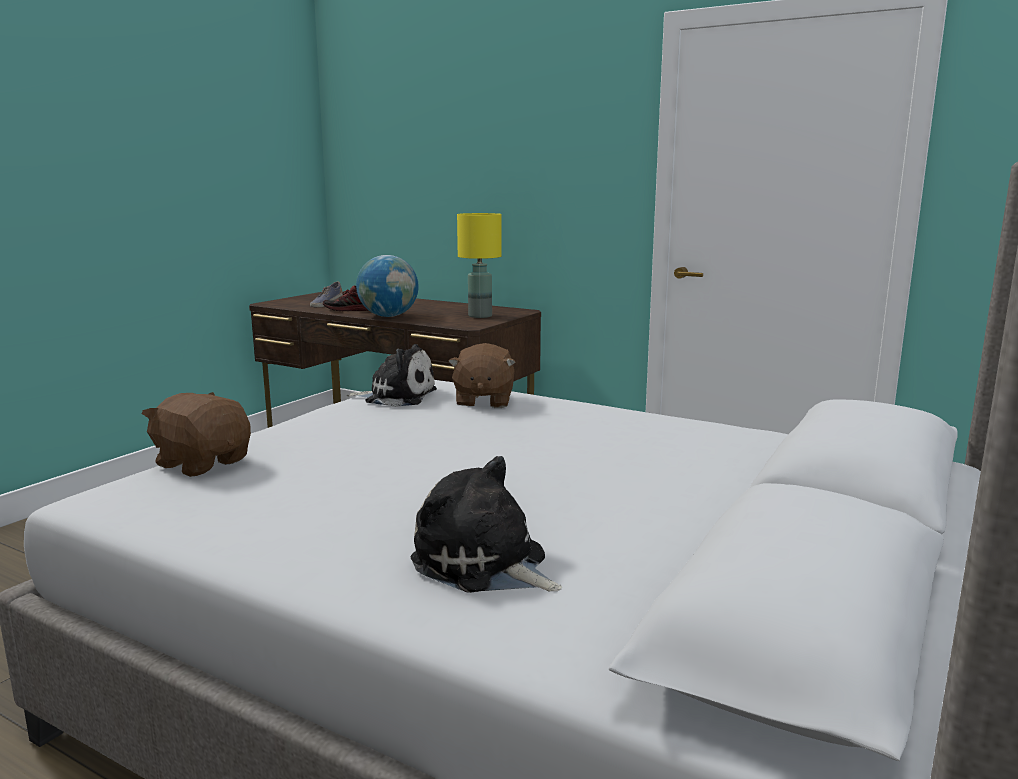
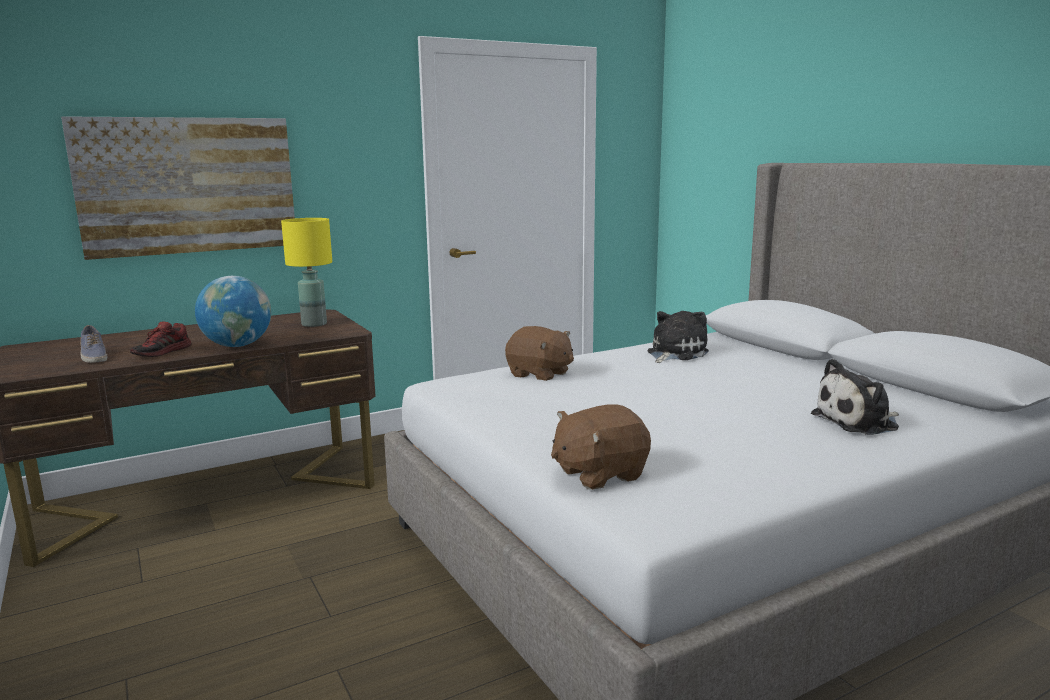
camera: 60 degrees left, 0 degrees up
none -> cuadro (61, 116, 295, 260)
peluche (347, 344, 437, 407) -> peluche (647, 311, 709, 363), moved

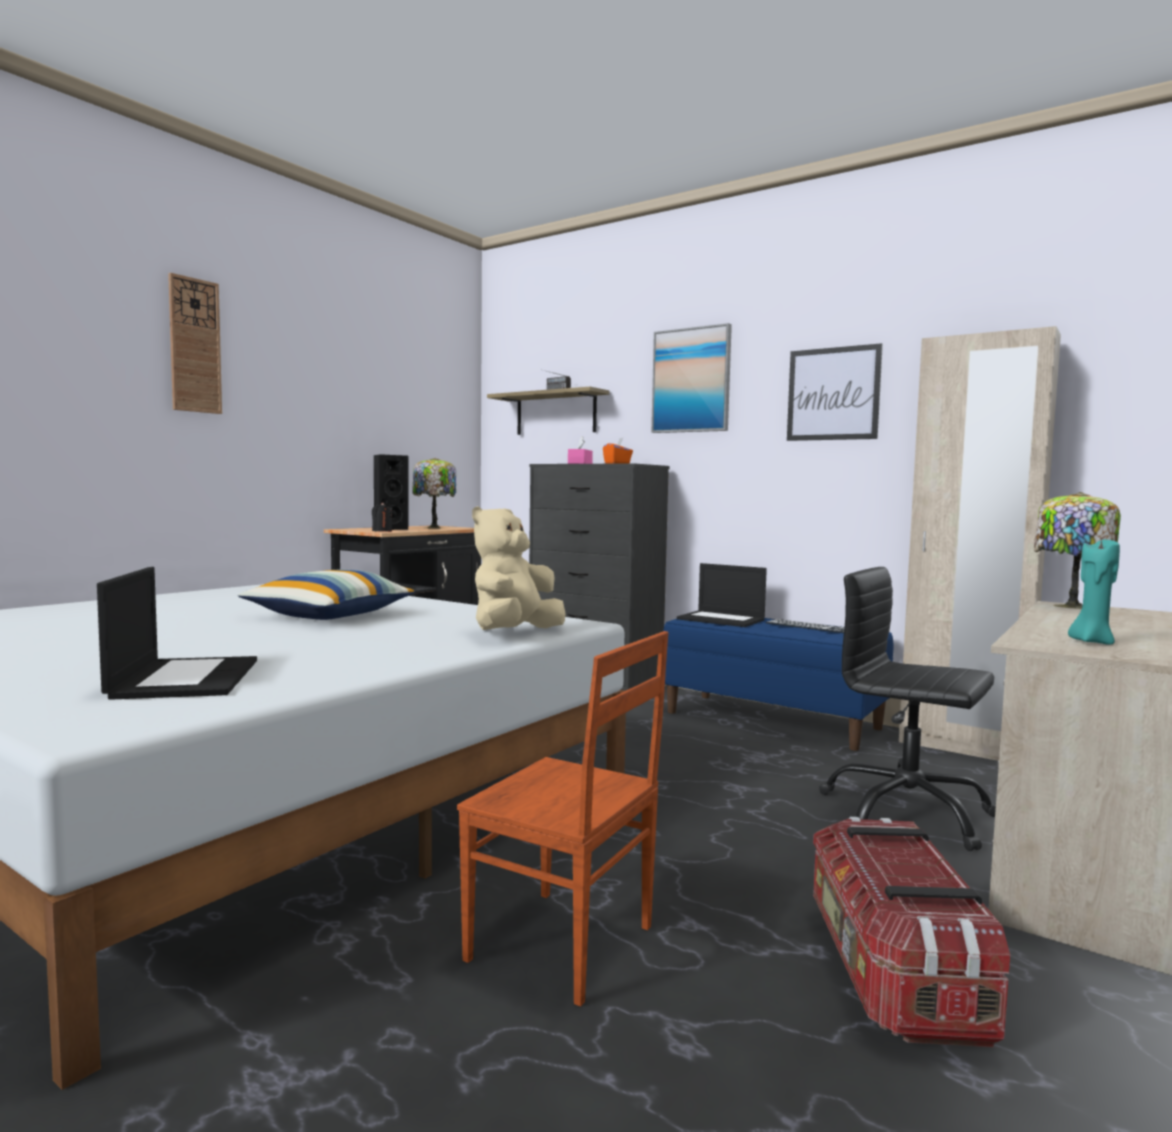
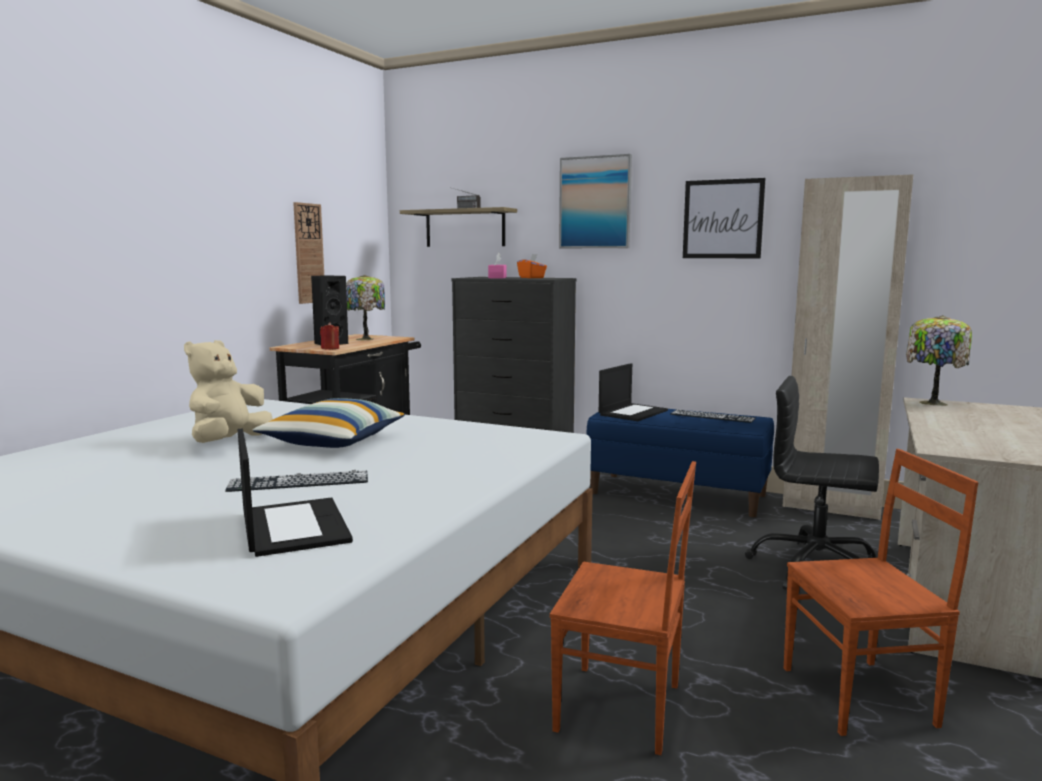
camera: 10 degrees left, 5 degrees up
peluche/beis (472, 506, 566, 630) -> peluche/beis (184, 340, 273, 443), moved
none -> teclado (225, 470, 368, 492)
reloj de pared (168, 273, 222, 414) -> reloj de pared (293, 202, 324, 304), moved
vela/negro (372, 503, 392, 532) -> vela/rojo (320, 322, 339, 349)
portátil (677, 563, 767, 627) -> portátil (599, 363, 668, 421), 75 degrees counterclockwise
caja de almacenaje (813, 817, 1010, 1047) -> silla/marrón (784, 449, 979, 736)
vela/turquesa (1068, 538, 1120, 645) -> none

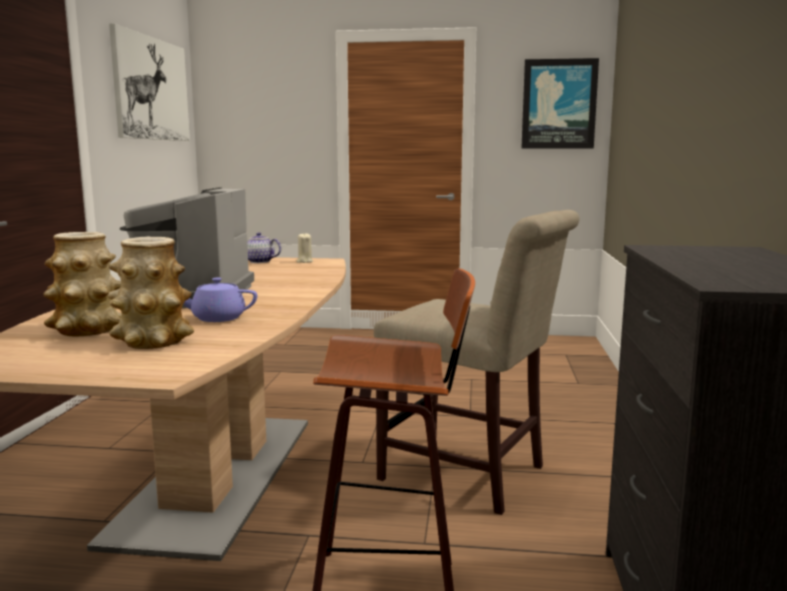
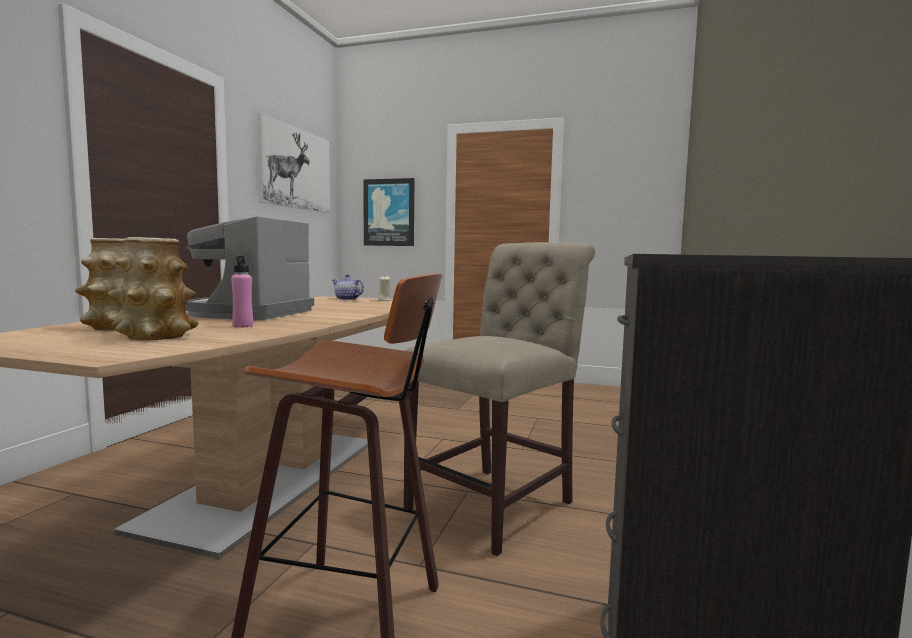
camera: 10 degrees right, 5 degrees down
tetera/morado (184, 278, 257, 322) -> botella/rosa (231, 256, 253, 327)
cuadro (521, 58, 599, 149) -> cuadro (364, 178, 415, 246), moved
silla/beis (374, 210, 580, 515) -> silla/beis (404, 242, 595, 556), 90 degrees counterclockwise

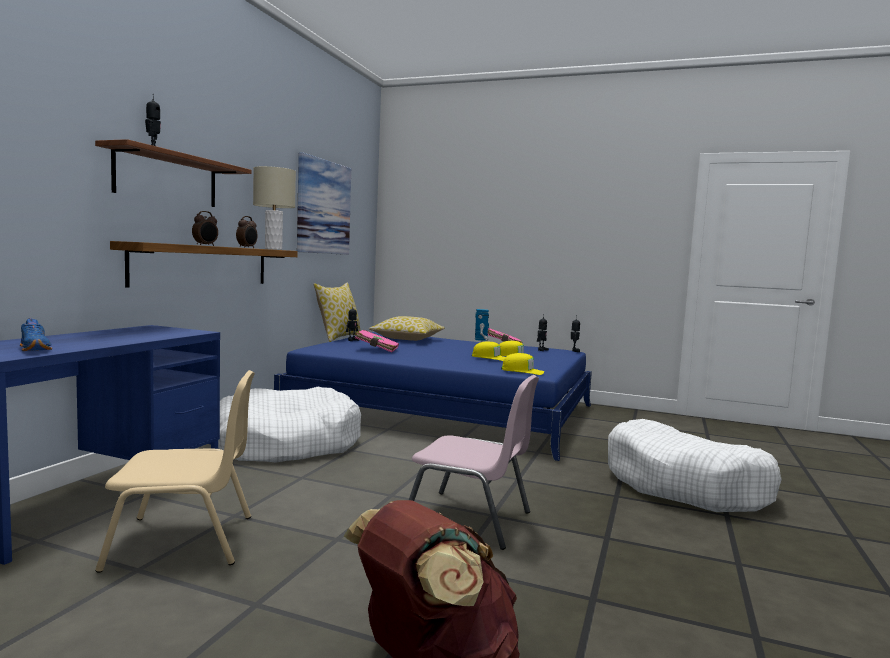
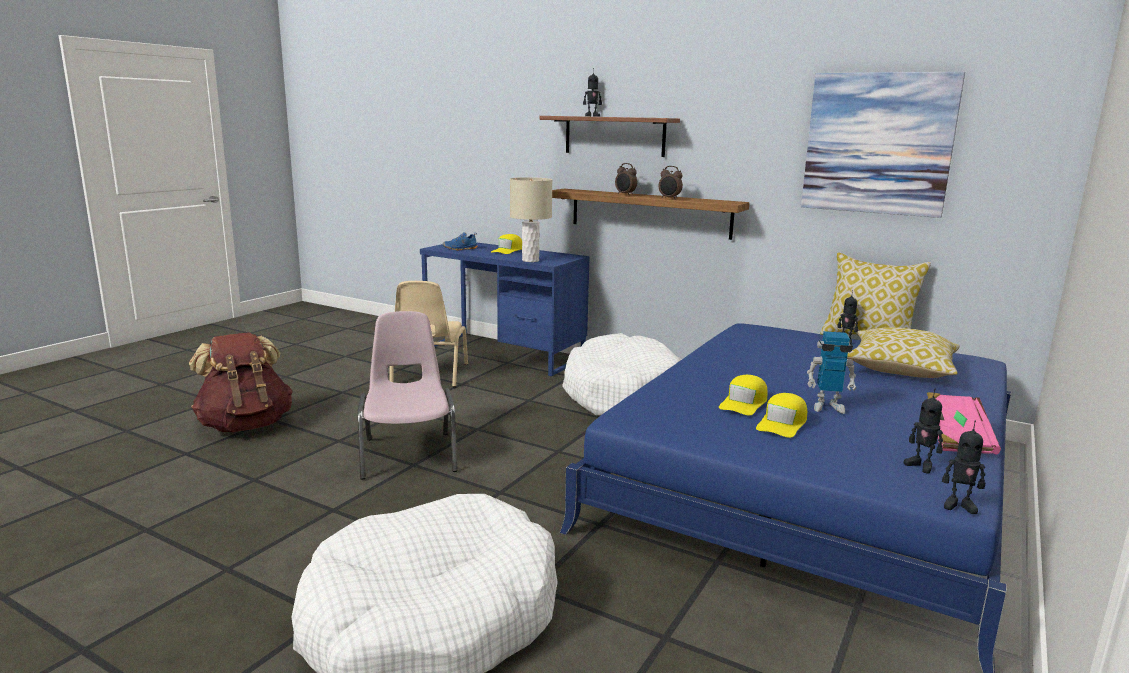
camera: 100 degrees right, 10 degrees up
silla/rosa (409, 375, 539, 550) -> silla/rosa (357, 311, 458, 480), 135 degrees clockwise
gorra/amarillo (502, 353, 545, 375) -> gorra/amarillo (491, 234, 522, 254), moved
lámpara de mesa/beis (253, 166, 296, 250) -> lámpara de mesa/beis (510, 177, 552, 262), moved
libro/rosa (355, 330, 399, 353) -> none

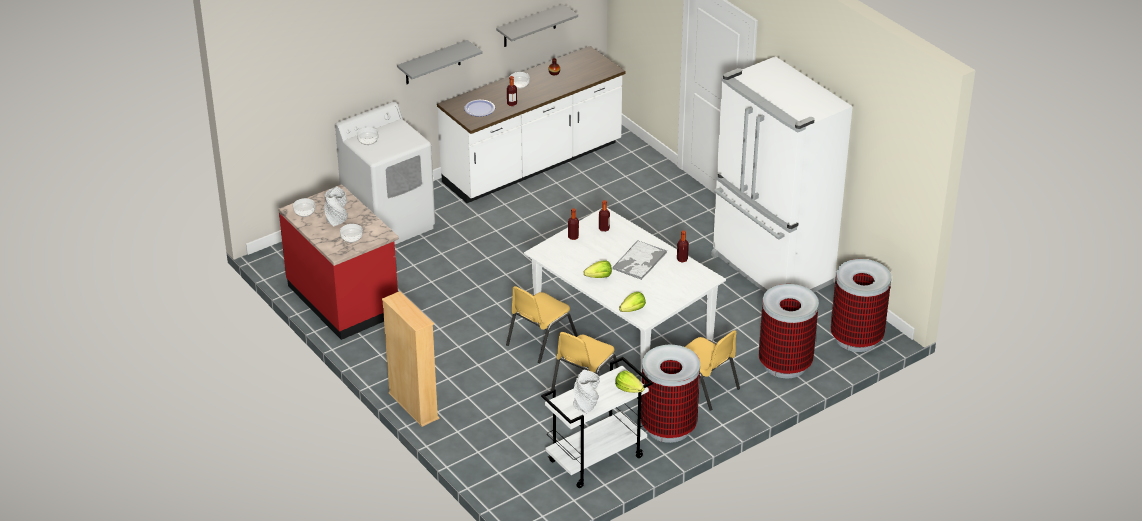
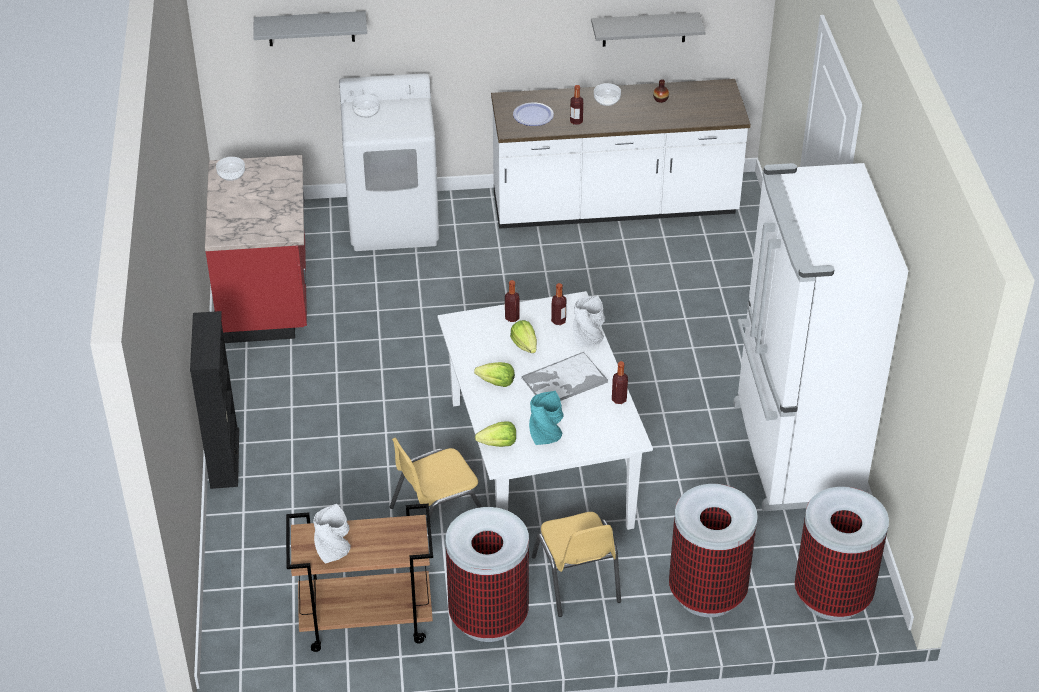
camera: 30 degrees right, 5 degrees up
estantería/beis (382, 291, 439, 427) -> estantería/negro (190, 311, 239, 489)
estante/gris (397, 40, 483, 84) -> estante/gris (253, 11, 367, 46), moved
carrito/blanco (541, 357, 653, 488) -> carrito/marrón (286, 504, 433, 652)
lechuga (615, 370, 644, 393) -> lechuga (510, 320, 537, 353), moved
none -> florero/turquesa (529, 391, 564, 445)
florero/gris (324, 186, 348, 226) -> florero/gris (573, 295, 605, 347), moved
cuenco (340, 224, 363, 243) -> none
silla/amarillo (506, 286, 578, 363) -> none

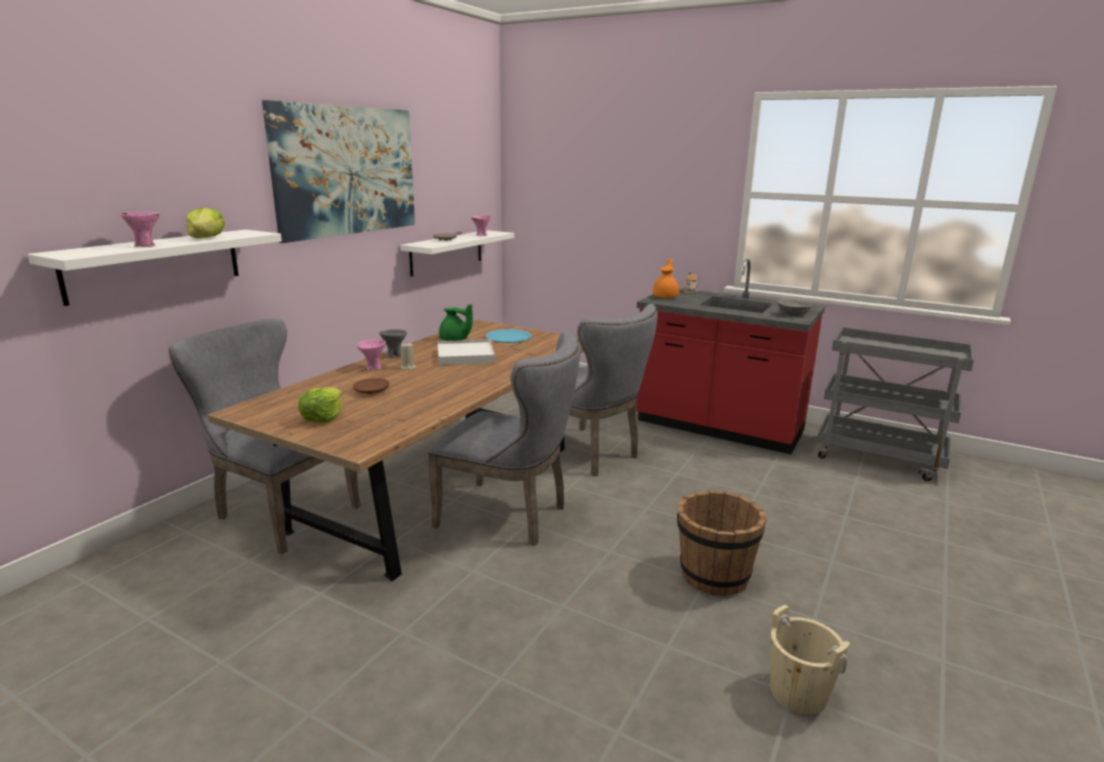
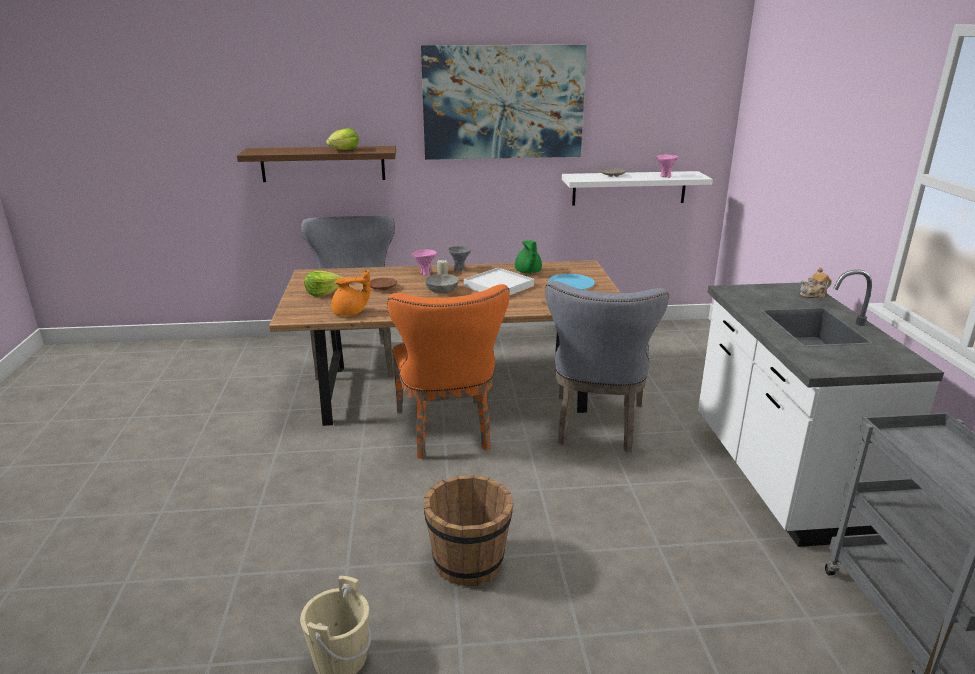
camera: 55 degrees right, 5 degrees up
estante/blanco (27, 230, 282, 306) -> estante/marrón (237, 146, 396, 182)
tetera/naranja (653, 259, 680, 298) -> tetera/naranja (331, 269, 371, 316), moved
silla/gris (428, 330, 580, 546) -> silla/naranja (387, 284, 510, 459)
cuenco/gris (778, 299, 812, 316) -> cuenco/gris (425, 274, 459, 293), moved
mueble bajo de cocina/rojo (636, 259, 825, 454) -> mueble bajo de cocina/blanco (698, 270, 944, 547)
cuenco/rosa (120, 212, 160, 247) -> none

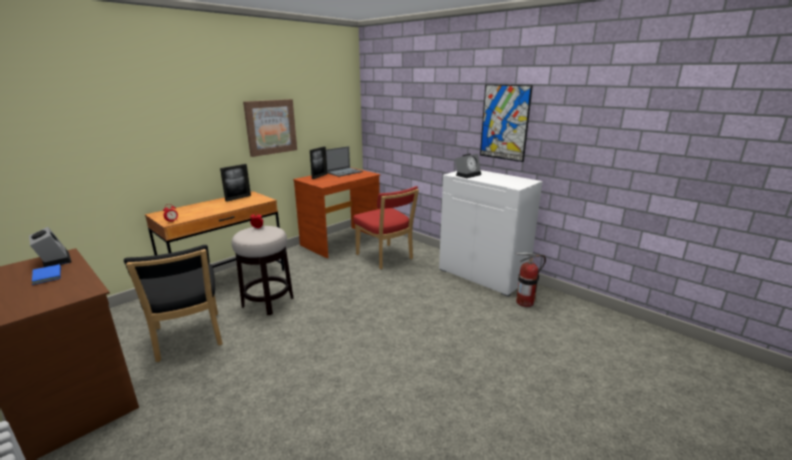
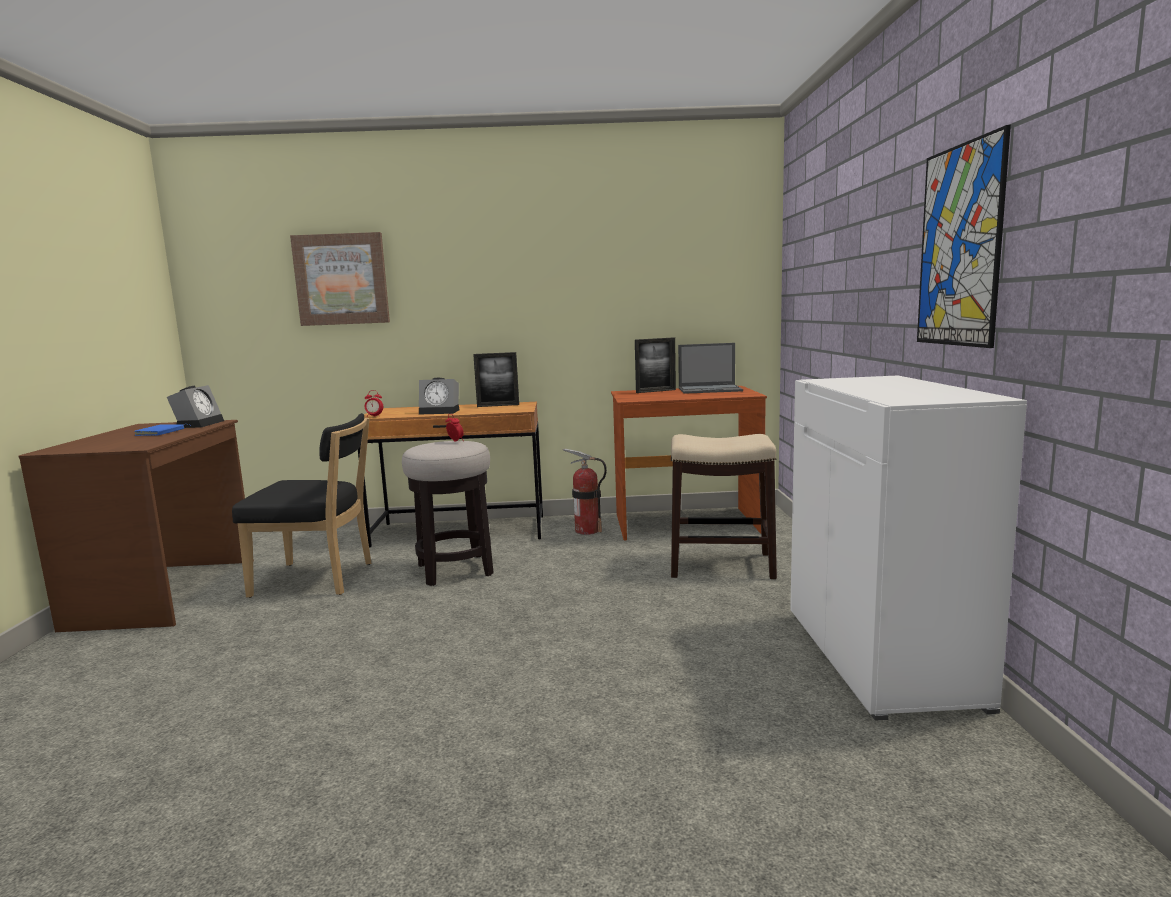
camera: 45 degrees right, 10 degrees down
silla/negro (124, 245, 223, 362) -> silla/negro (232, 413, 371, 598), 105 degrees counterclockwise
cuadro (243, 99, 297, 157) -> cuadro (290, 232, 390, 326), moved
despertador (455, 154, 481, 178) -> despertador (419, 378, 459, 415), moved
extintor (516, 253, 546, 307) -> extintor (563, 449, 607, 535), moved
silla/rojo (353, 186, 419, 269) -> taburete (671, 434, 777, 579)

